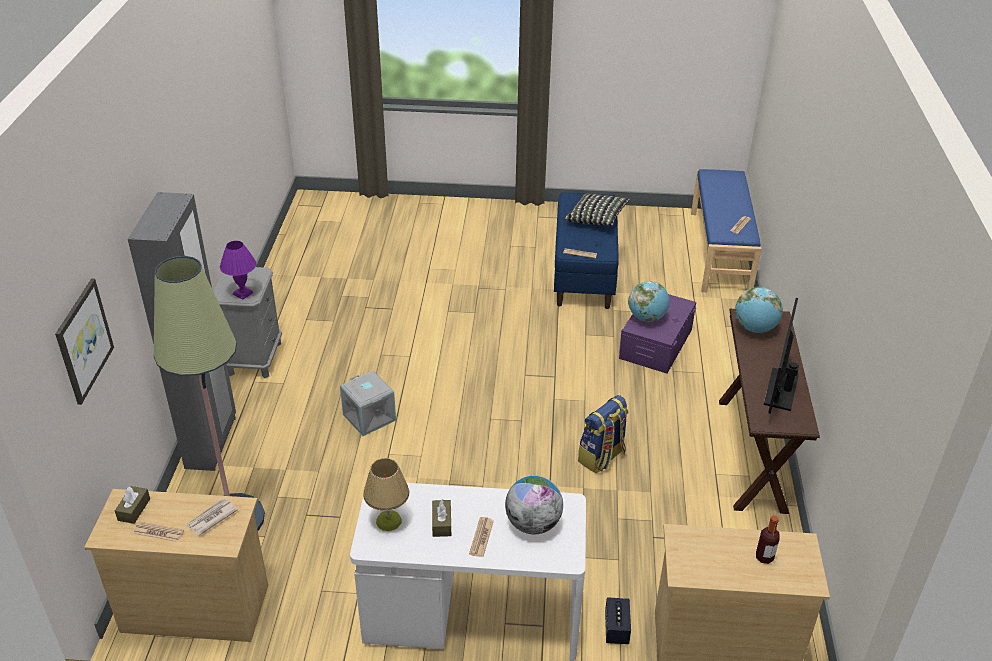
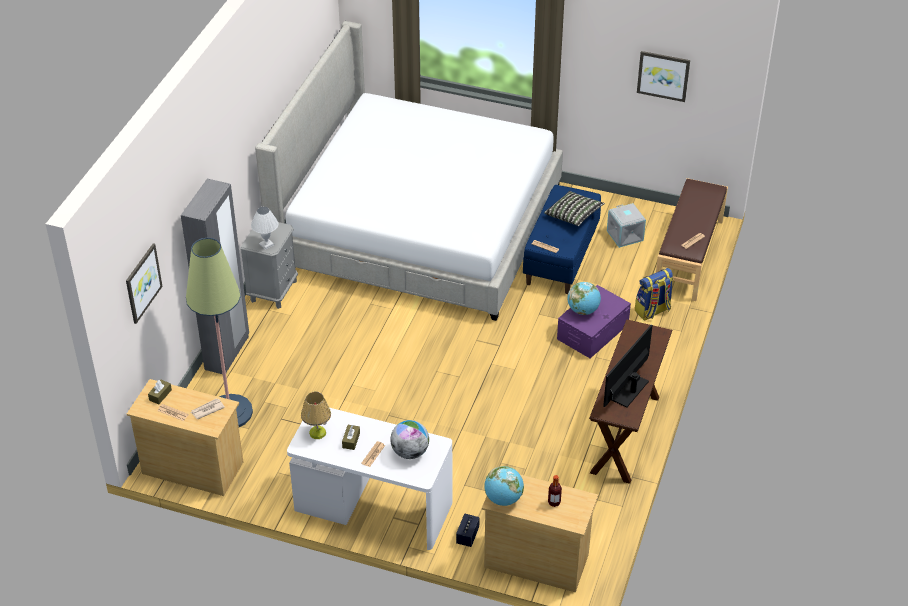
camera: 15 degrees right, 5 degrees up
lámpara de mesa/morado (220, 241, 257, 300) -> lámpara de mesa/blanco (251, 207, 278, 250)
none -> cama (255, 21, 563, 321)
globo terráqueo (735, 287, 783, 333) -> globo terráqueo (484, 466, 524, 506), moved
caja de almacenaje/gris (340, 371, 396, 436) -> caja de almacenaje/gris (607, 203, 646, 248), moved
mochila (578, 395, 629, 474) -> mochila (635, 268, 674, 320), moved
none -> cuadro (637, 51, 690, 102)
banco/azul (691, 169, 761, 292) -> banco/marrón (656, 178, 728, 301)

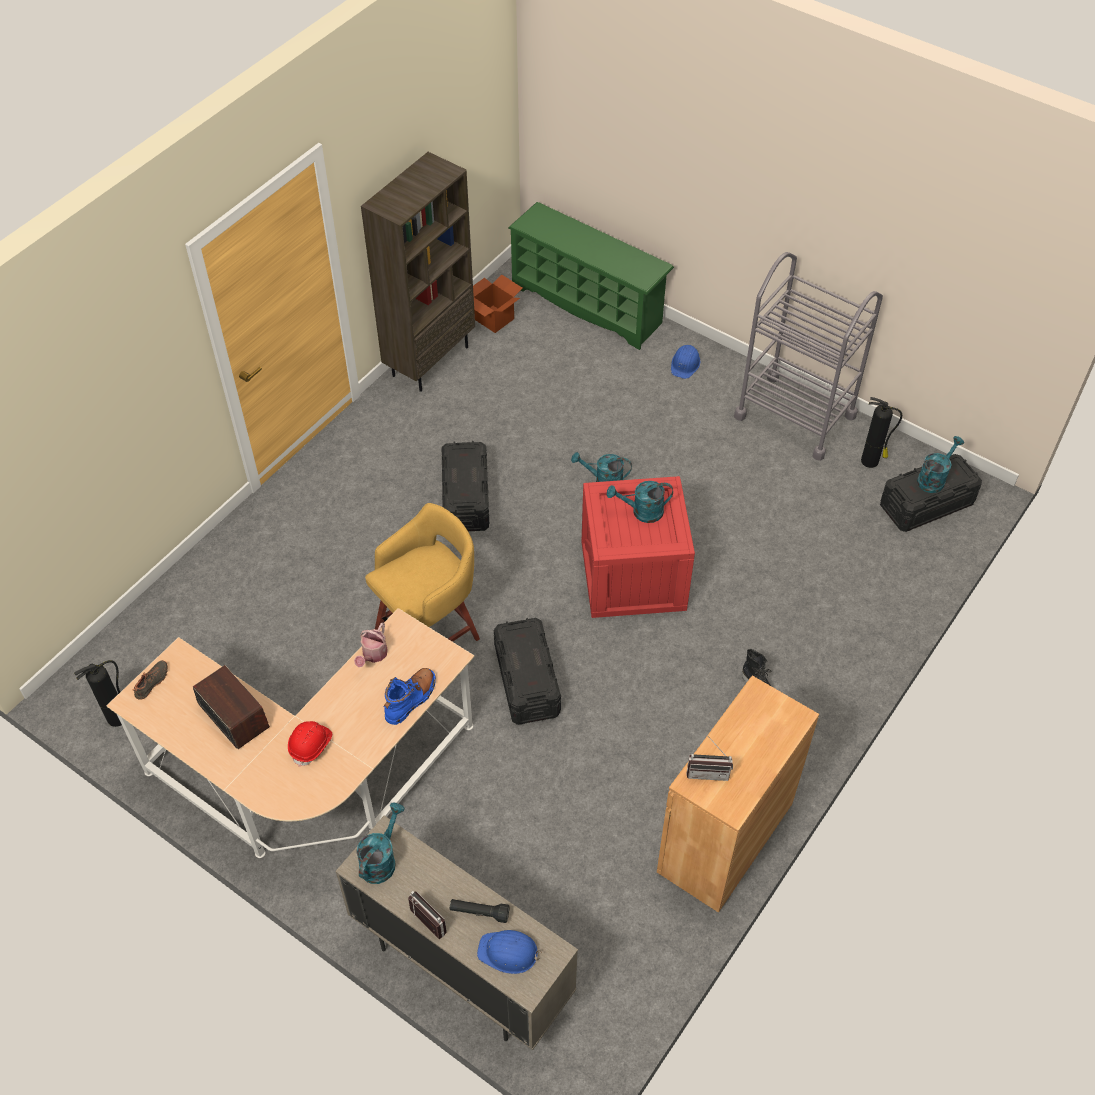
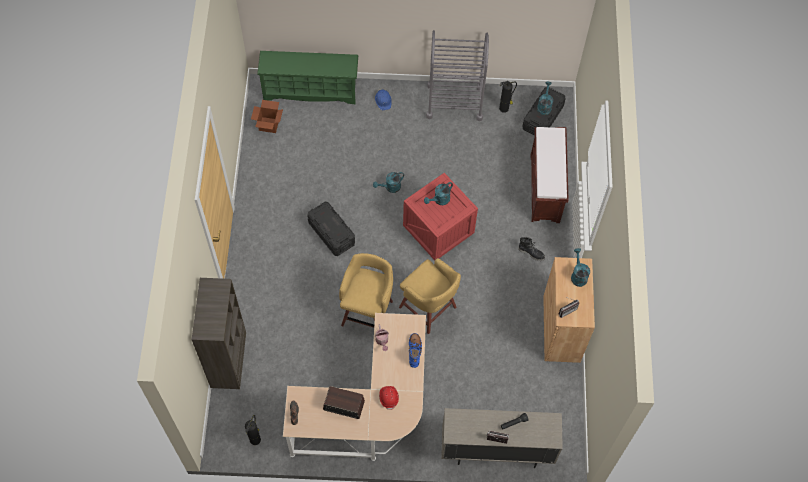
camera: 35 degrees left, 10 degrees up
estantería/marrón (361, 152, 475, 392) -> estantería/marrón (191, 278, 246, 389), moved
caja de almacenaje/negro (494, 618, 561, 725) -> taburete/amarillo (399, 258, 461, 334)
none -> banco/marrón (530, 127, 568, 223)
regadera/turquesa (356, 803, 405, 884) -> regadera/turquesa (571, 248, 590, 287), moved
casco/azul (477, 930, 542, 974) -> none

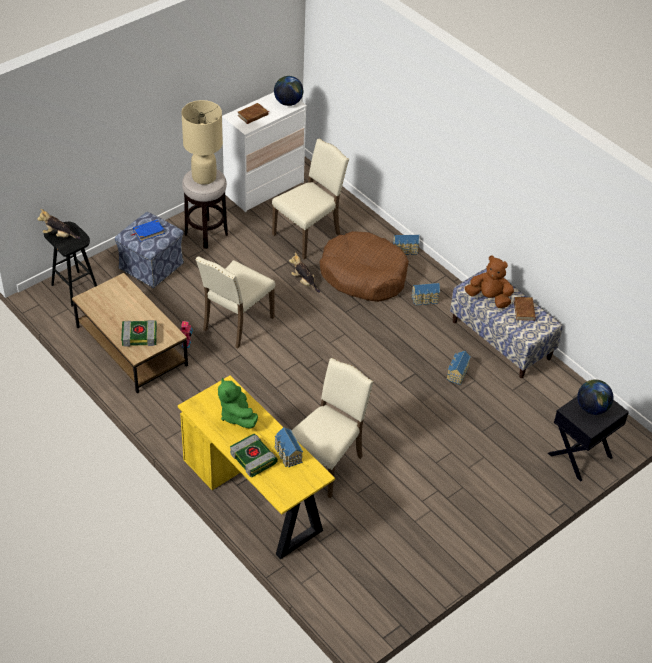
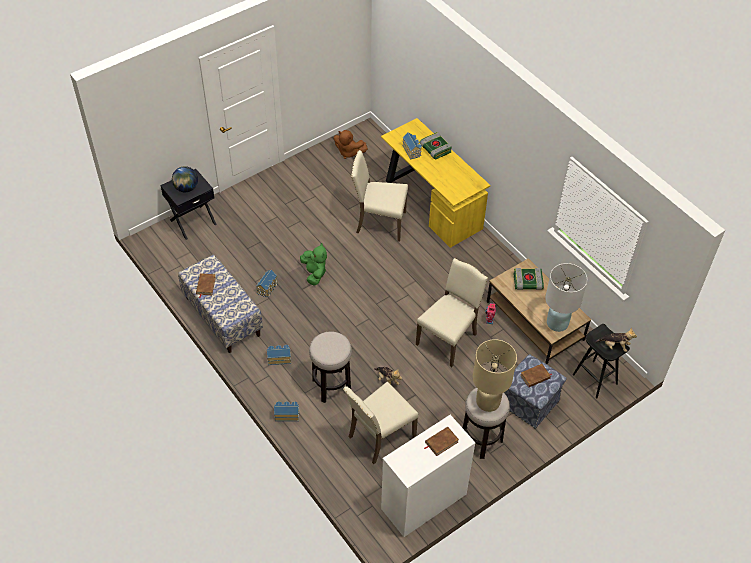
camera: 175 degrees left, 5 degrees up
peluche/verde (218, 377, 258, 429) -> peluche/verde (300, 243, 327, 286), moved
cama para perro/marrón (320, 231, 409, 302) -> taburete (309, 332, 352, 403)
peluche/marrón (465, 256, 514, 308) -> peluche/marrón (334, 130, 368, 159), moved
silla/beis (291, 358, 374, 498) -> silla/beis (351, 150, 408, 242), 60 degrees clockwise
libro/azul (131, 220, 165, 242) -> libro/marrón (520, 364, 552, 387)
none -> lámpara de mesa/blanco (545, 263, 588, 332)
globo terráqueo (274, 76, 303, 106) -> none

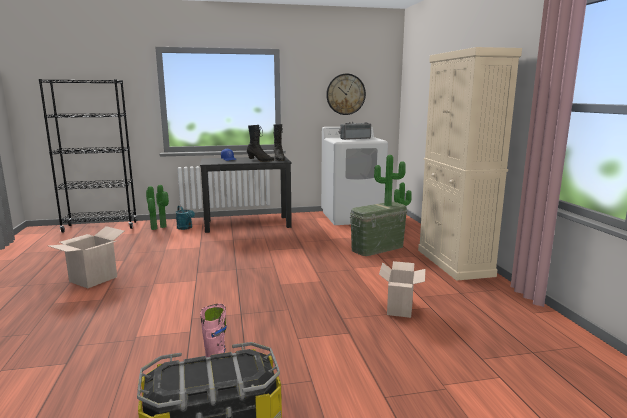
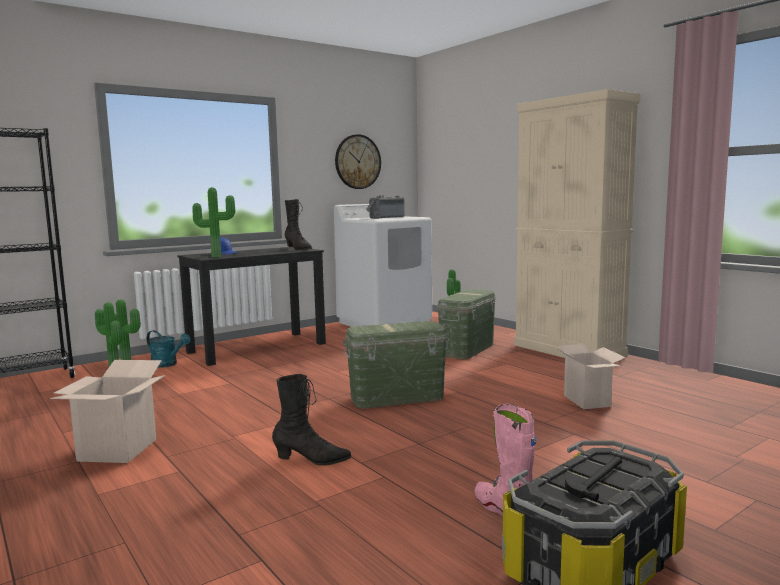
camera: 25 degrees left, 5 degrees down
planta en maceta (374, 155, 406, 206) -> planta en maceta (192, 187, 235, 257), moved
bota/negro (247, 125, 274, 162) -> bota/negro (272, 374, 352, 466), moved
none -> caja de almacenaje/verde (343, 321, 449, 409)
none -> martillo (565, 457, 622, 502)

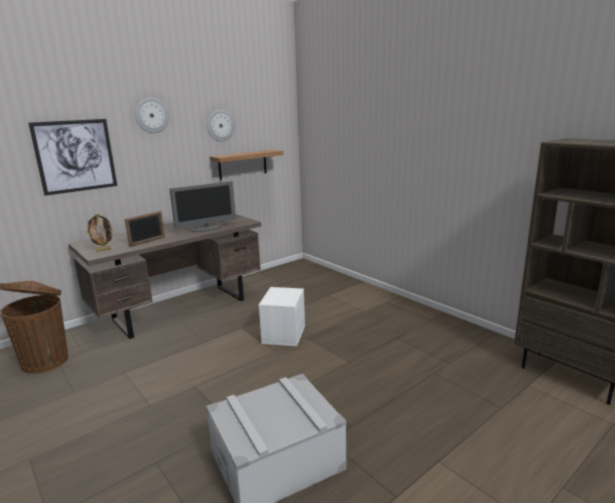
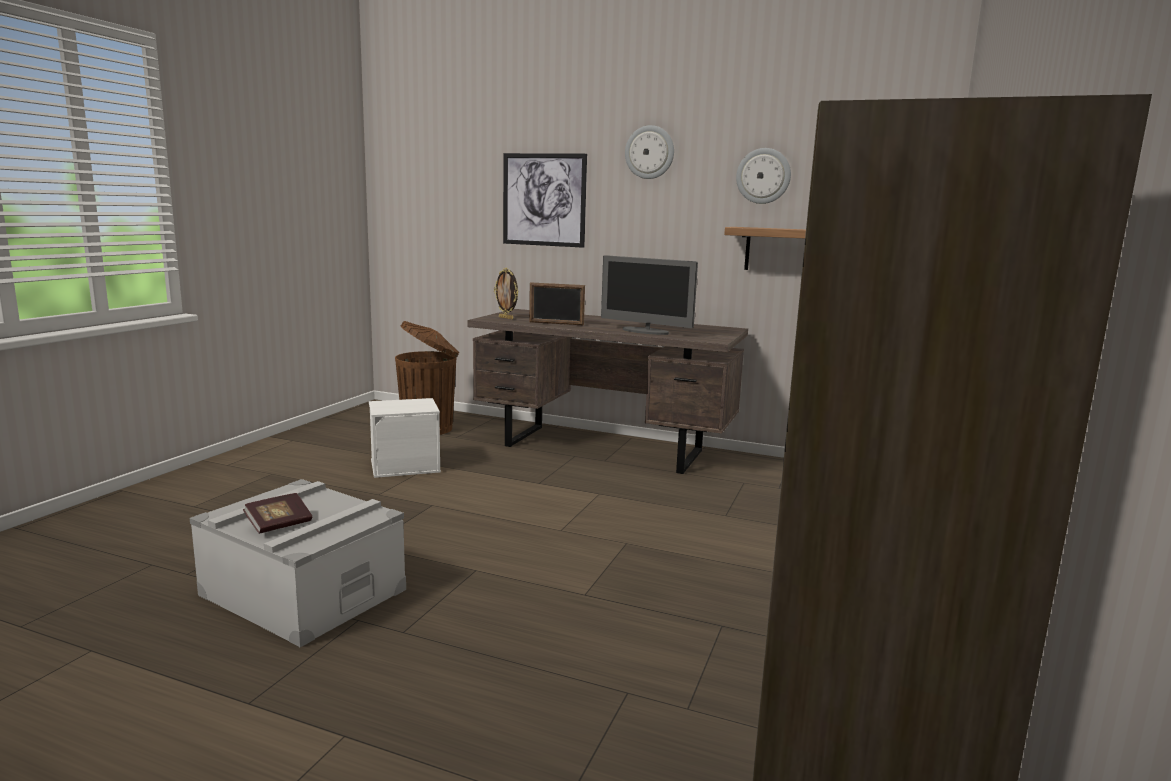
camera: 60 degrees right, 5 degrees down
none -> libro (243, 493, 312, 534)
caja de almacenaje/blanco (259, 287, 305, 346) -> caja de almacenaje/blanco (369, 398, 441, 478), moved

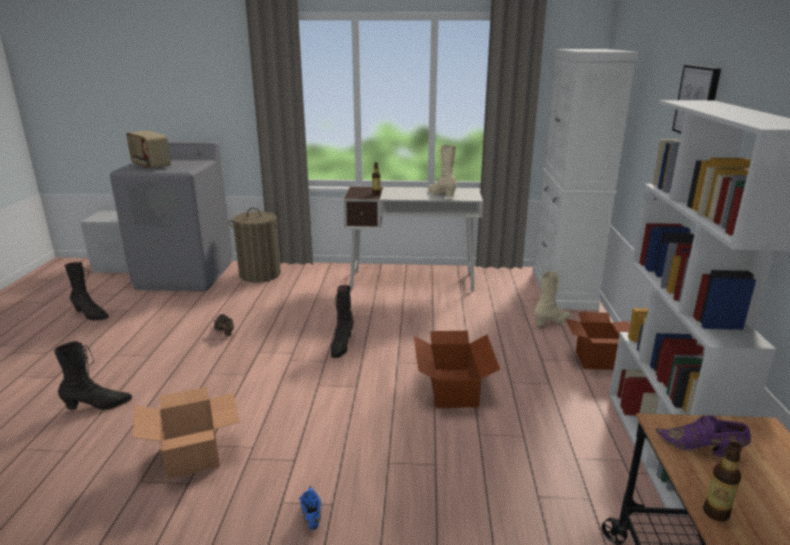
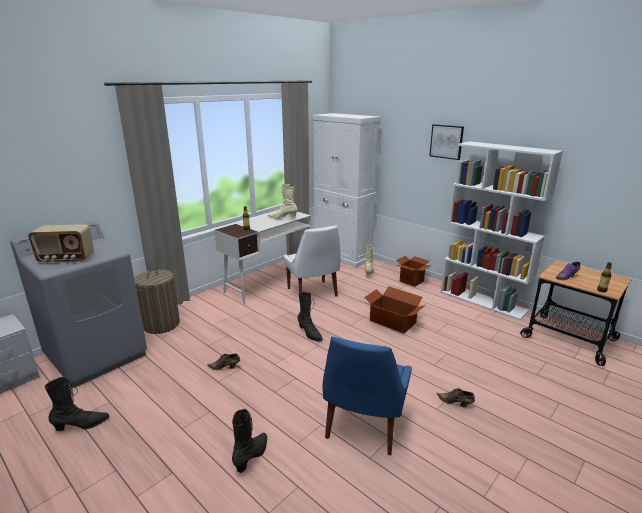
camera: 50 degrees left, 0 degrees up
none -> silla/blanco (284, 225, 341, 301)
caja de cartón (133, 387, 240, 479) -> silla/azul (323, 337, 412, 455)
zapato/azul (299, 485, 321, 530) -> zapato/marrón (437, 388, 475, 407)

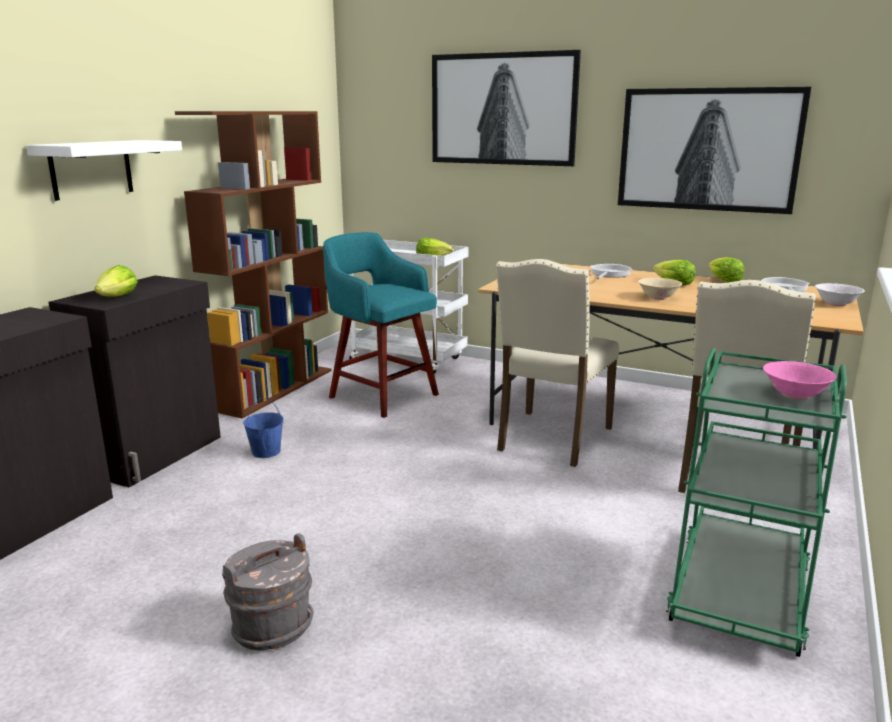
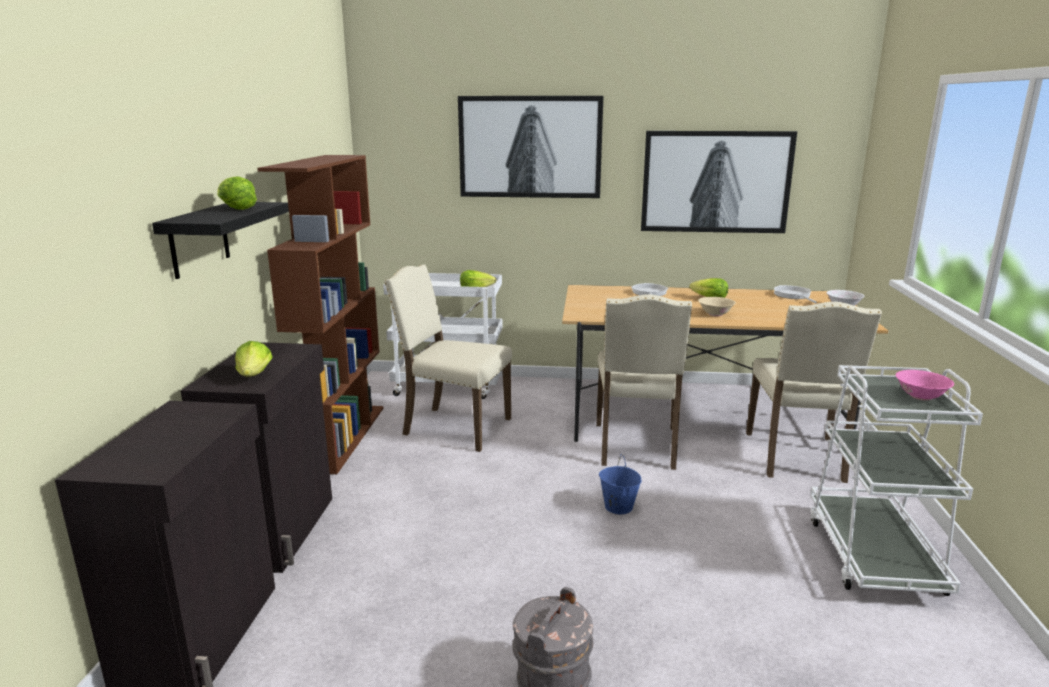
camera: 20 degrees left, 0 degrees up
estante/blanco (26, 140, 182, 201) -> estante/negro (152, 202, 289, 279)
lechuga (708, 257, 744, 283) -> lechuga (217, 176, 257, 210), moved
taburete/turquesa (323, 232, 439, 418) -> silla/beis (384, 264, 512, 452)
cubo/azul (243, 398, 284, 458) -> cubo/azul (599, 454, 641, 515), moved
carrito/verde (666, 348, 847, 657) -> carrito/blanco (810, 365, 983, 596)

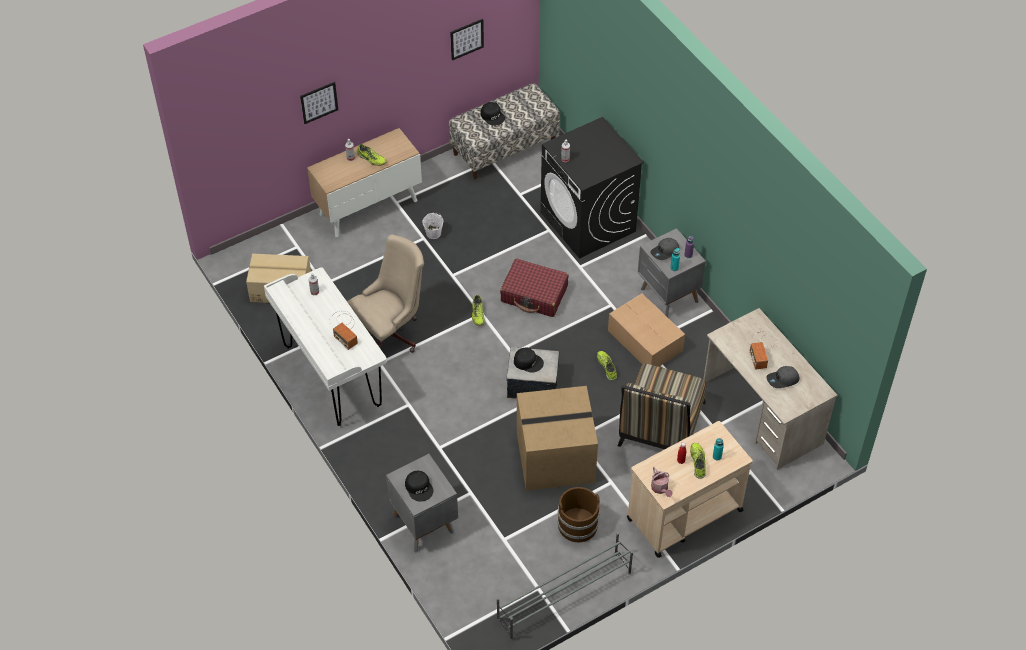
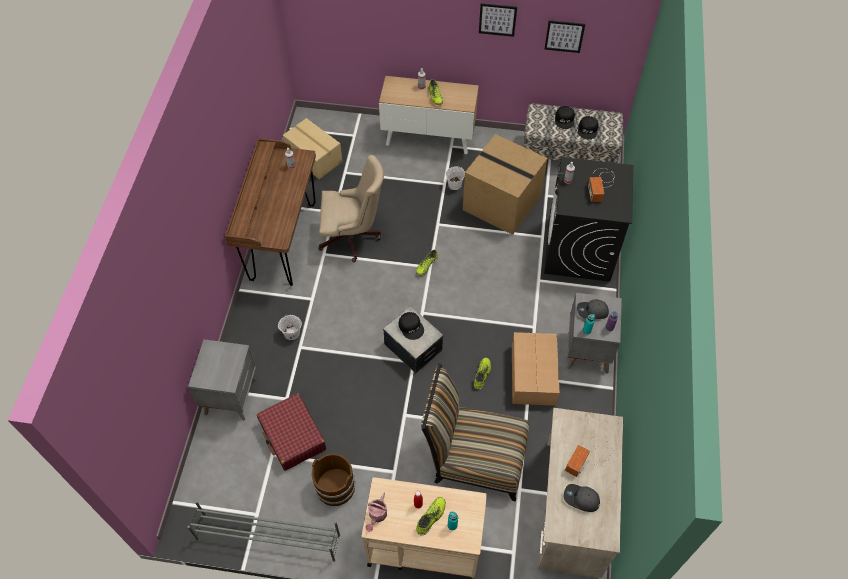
camera: 40 degrees right, 5 degrees up
escritorio/blanco (264, 267, 387, 426) -> escritorio/marrón (225, 138, 316, 286)
maleta/rojo (500, 258, 568, 317) -> maleta/rojo (257, 393, 326, 471), moved
none -> cubo/blanco (278, 314, 302, 340)
silla (618, 363, 706, 449) -> silla (421, 363, 529, 501), 45 degrees clockwise
caja de cartón (517, 386, 598, 491) -> caja de cartón (463, 134, 548, 235), moved
cuadro (300, 82, 338, 124) -> cuadro (479, 3, 517, 37), moved
gorra/negro (405, 471, 433, 502) -> gorra/negro (578, 116, 599, 139), moved
radio (330, 311, 358, 350) -> radio (588, 168, 615, 202), moved

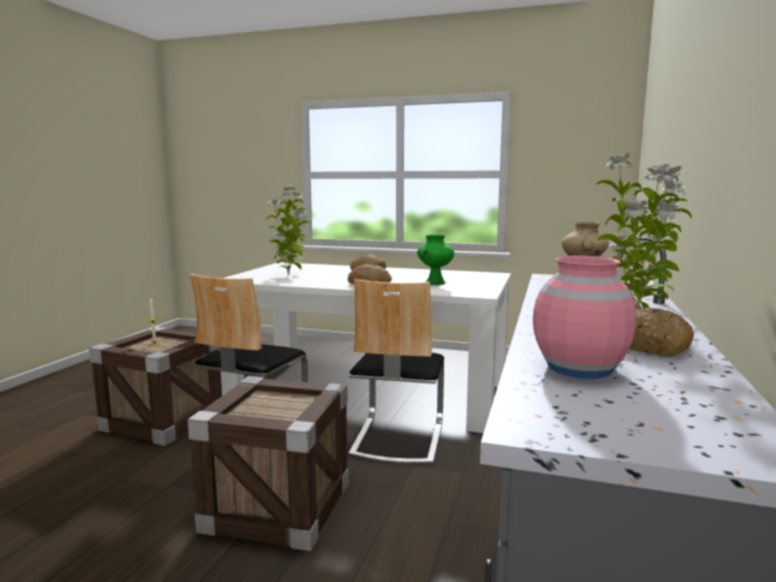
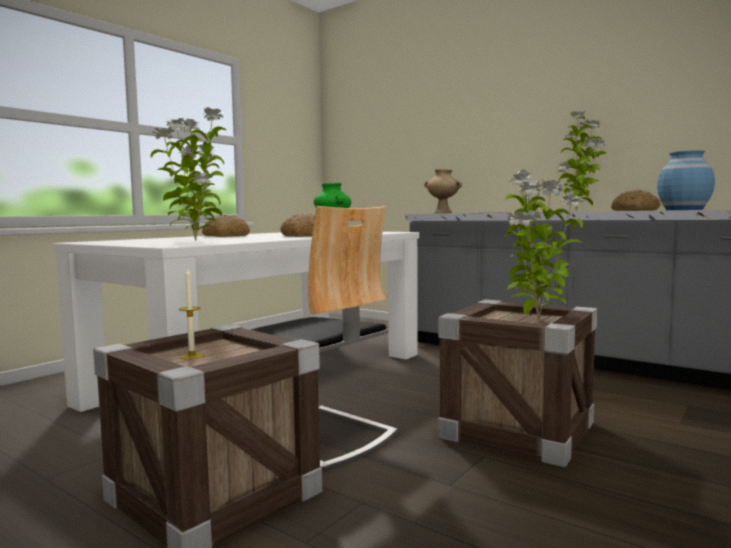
camera: 70 degrees left, 5 degrees down
none -> planta en maceta (504, 171, 584, 320)
florero/rosa (533, 256, 636, 379) -> florero/azul (657, 150, 715, 210)
silla (348, 279, 444, 464) -> none

